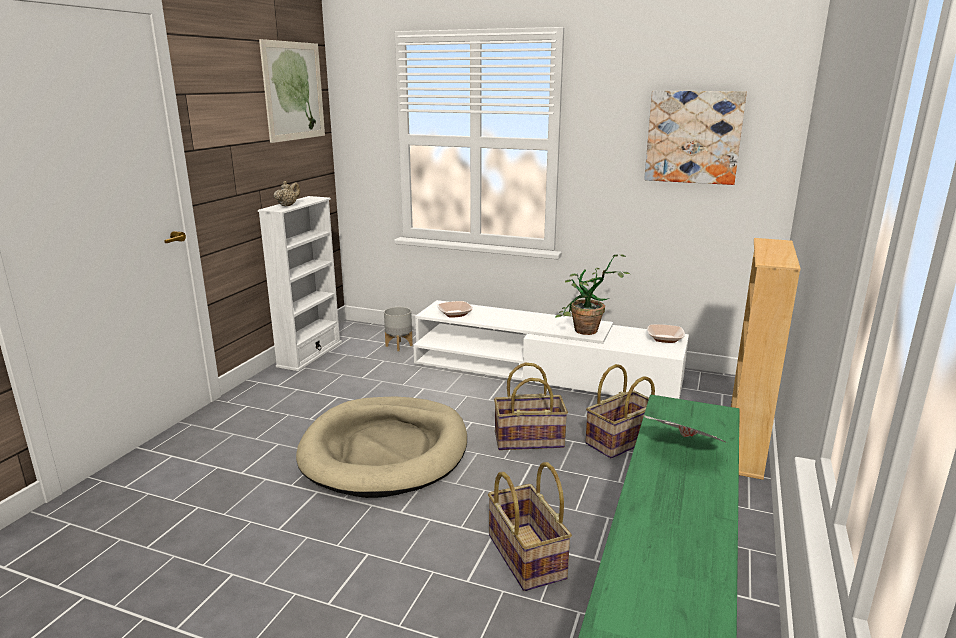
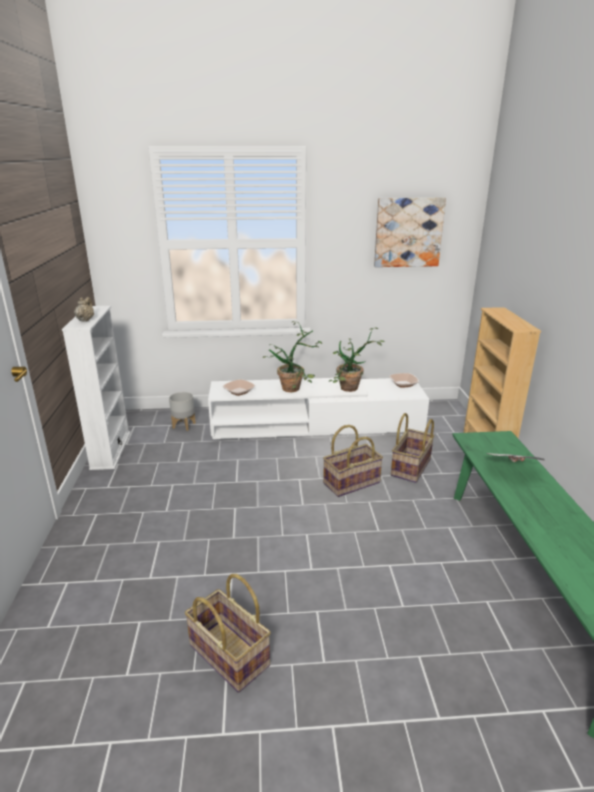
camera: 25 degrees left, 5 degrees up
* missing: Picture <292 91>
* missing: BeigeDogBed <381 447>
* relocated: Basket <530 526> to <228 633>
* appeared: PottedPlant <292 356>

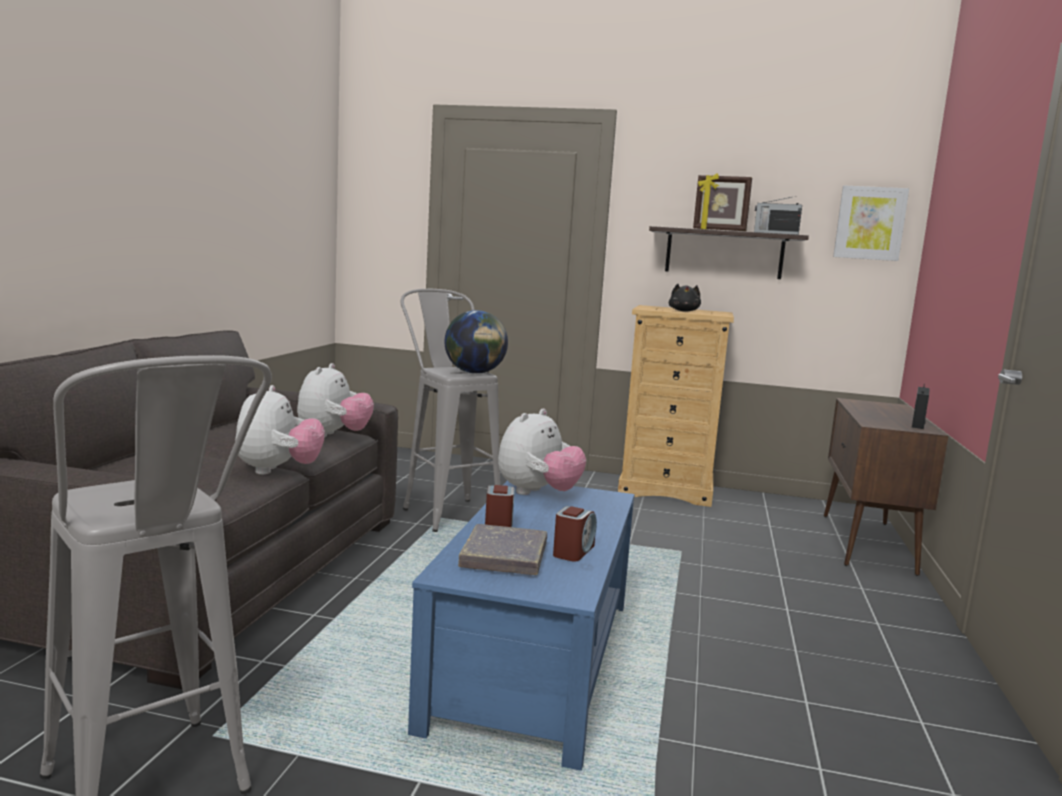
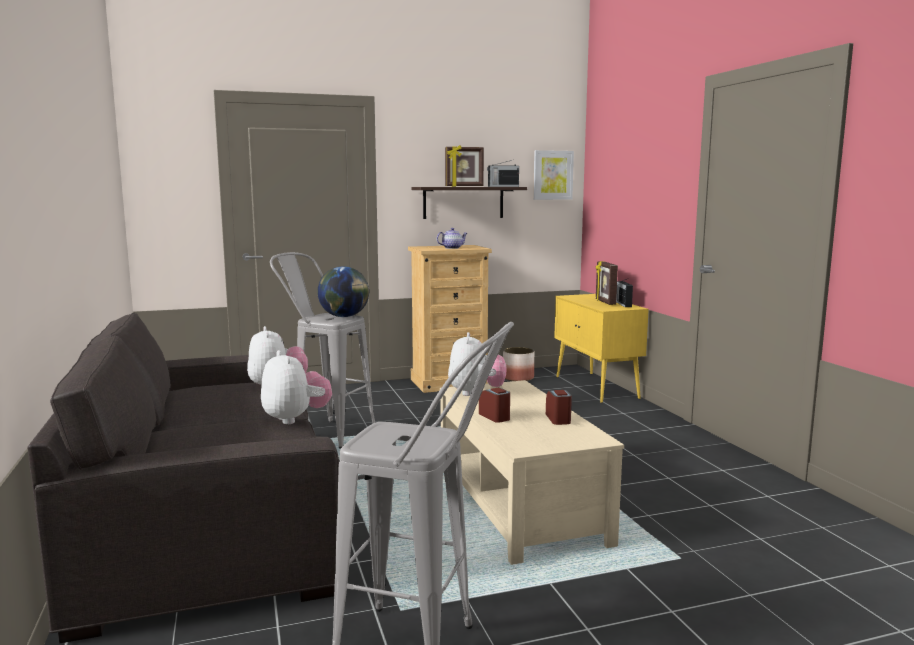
camera: 30 degrees left, 0 degrees up
* colour: BlueCoffeeTable <521 626> to BeigeCoffeeTable <532 472>
* missing: GreyBook <502 549>
* exchanged: BlackPlushToy <685 297> to Teapot <452 238>
* colour: BrownCabinet <886 487> to YellowCabinet <601 348>
* appeared: Planter <518 364>
* appeared: PictureFrame <607 283>

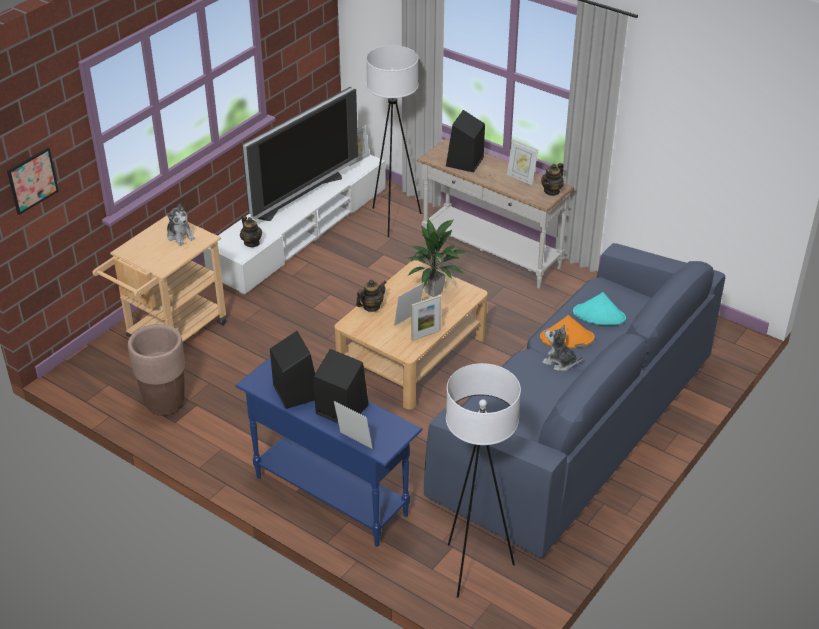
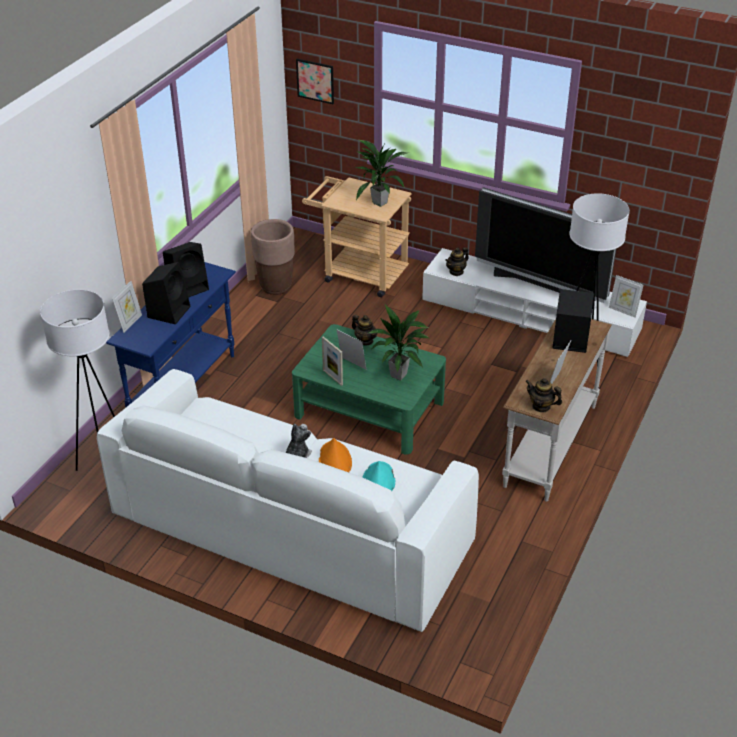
camera: 80 degrees right, 0 degrees up
* exchanged: PlushToy <181 225> to PottedPlant <383 173>
* colour: BeigeCoffeeTable <411 334> to GreenCoffeeTable <369 389>
* colour: BlueSofa <574 400> to WhiteSofa <288 500>

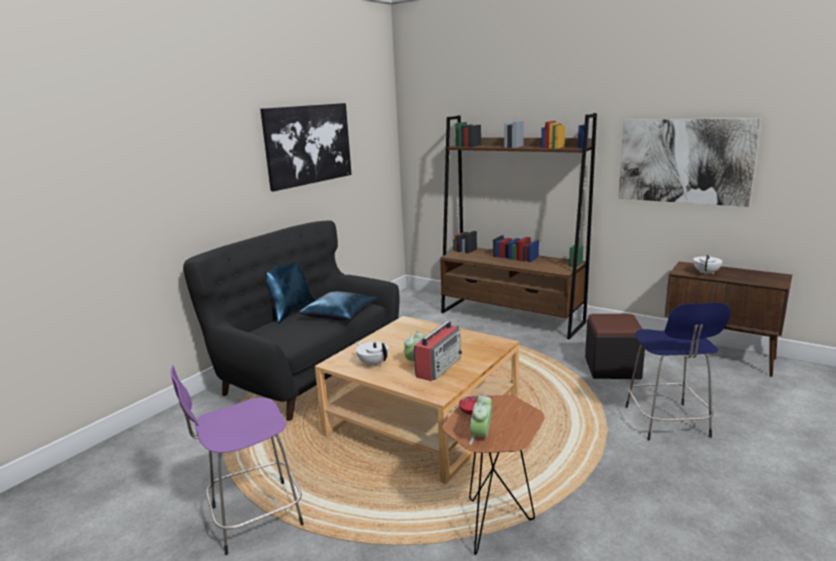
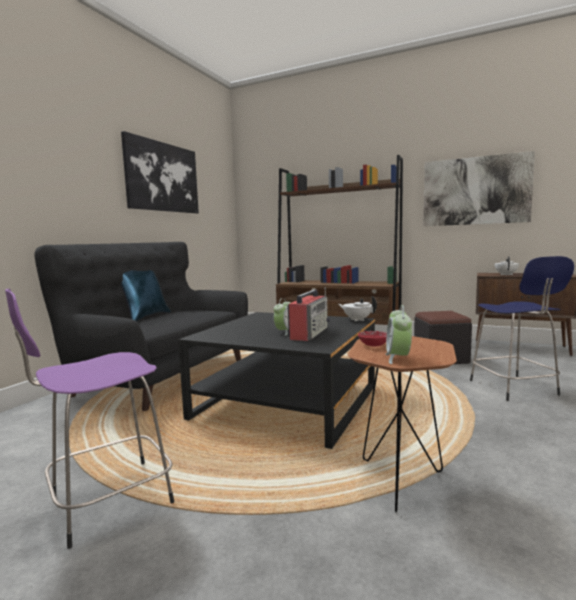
camera: 10 degrees left, 10 degrees down
* missing: BluePillow <338 306>
* colour: BeigeCoffeeTable <417 400> to BlackCoffeeTable <276 380>
* relocated: WhiteTeapot <372 354> to <357 309>

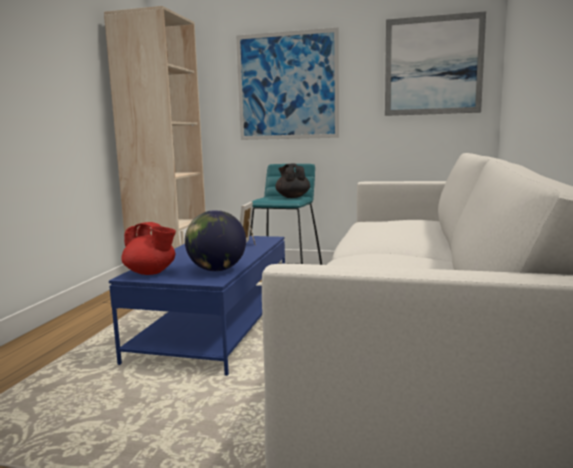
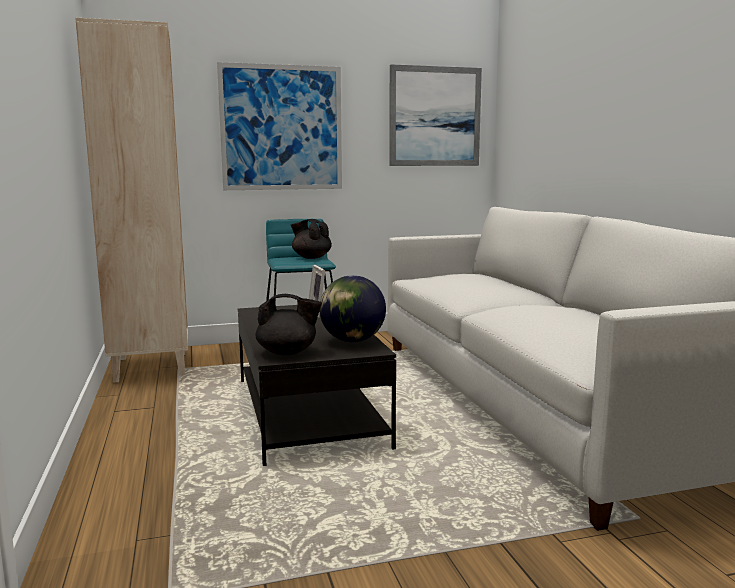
camera: 30 degrees left, 0 degrees up
* colour: BlueCoffeeTable <197 306> to BlackCoffeeTable <317 385>
* colour: RedTeapot <148 248> to BlackTeapot <289 324>

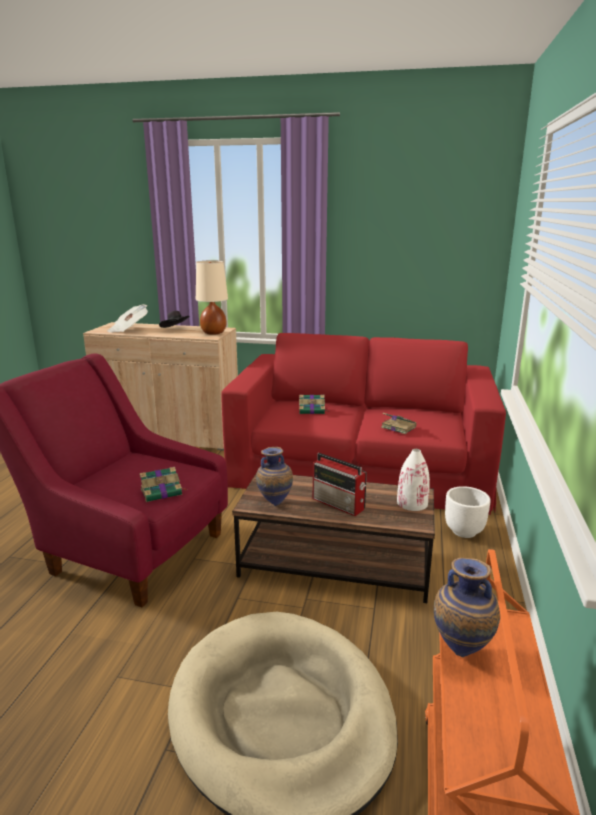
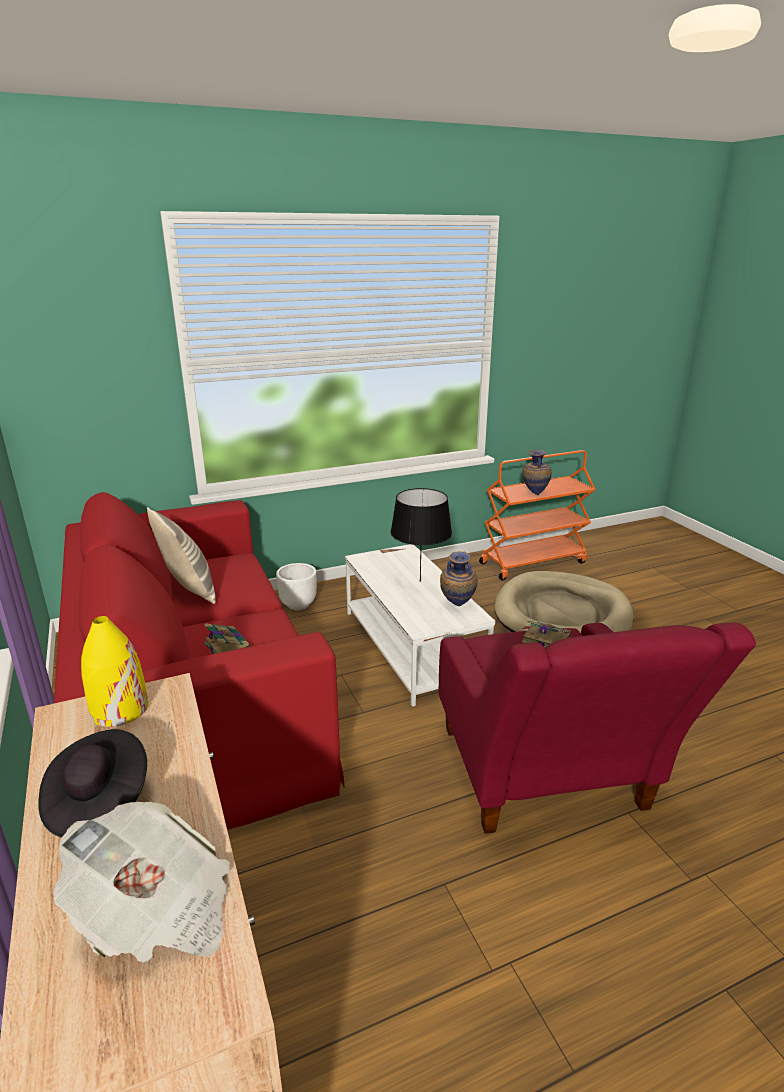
camera: 125 degrees left, 5 degrees up
* exchanged: BeigeTableLamp <212 297> to YellowVase <115 671>
* colour: BrownCoffeeTable <333 538> to WhiteCoffeeTable <419 625>
* exchanged: Radio <340 484> to BlackTableLamp <421 535>
* missing: Book <398 423>
* missing: WhiteVase <413 480>
* appeared: Pillow <181 555>

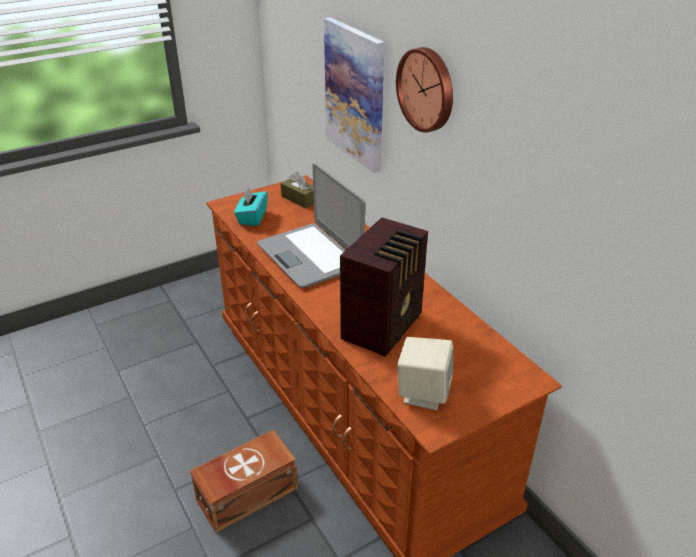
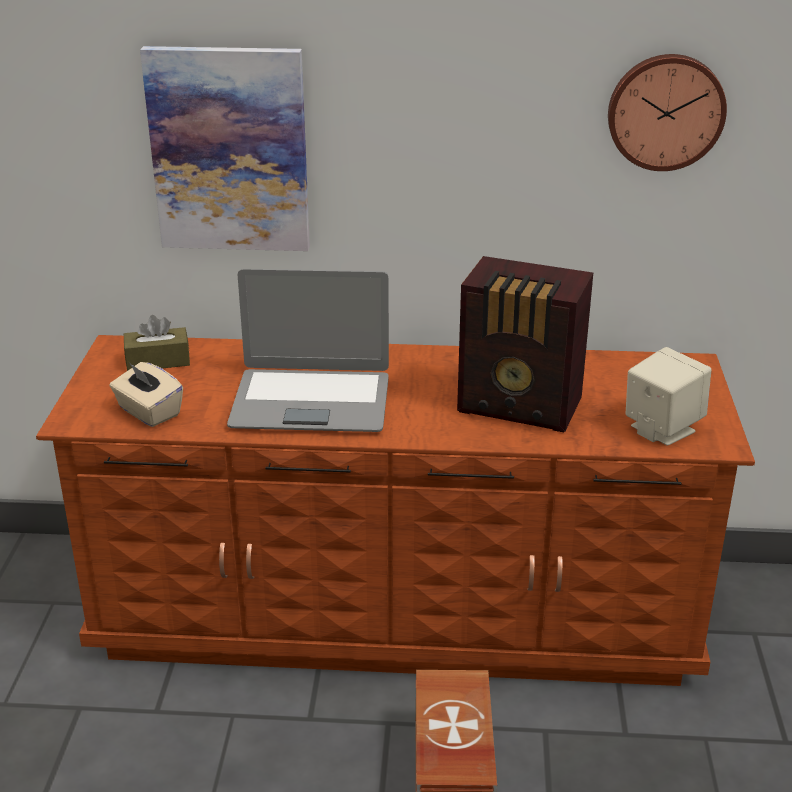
camera: 55 degrees left, 5 degrees down
* colour: TurquoiseTissueBox <251 206> to BeigeTissueBox <146 394>
* spun: Radio <384 287> = <525 344> 135 degrees clockwise
* relocated: WallClock <424 90> to <667 112>

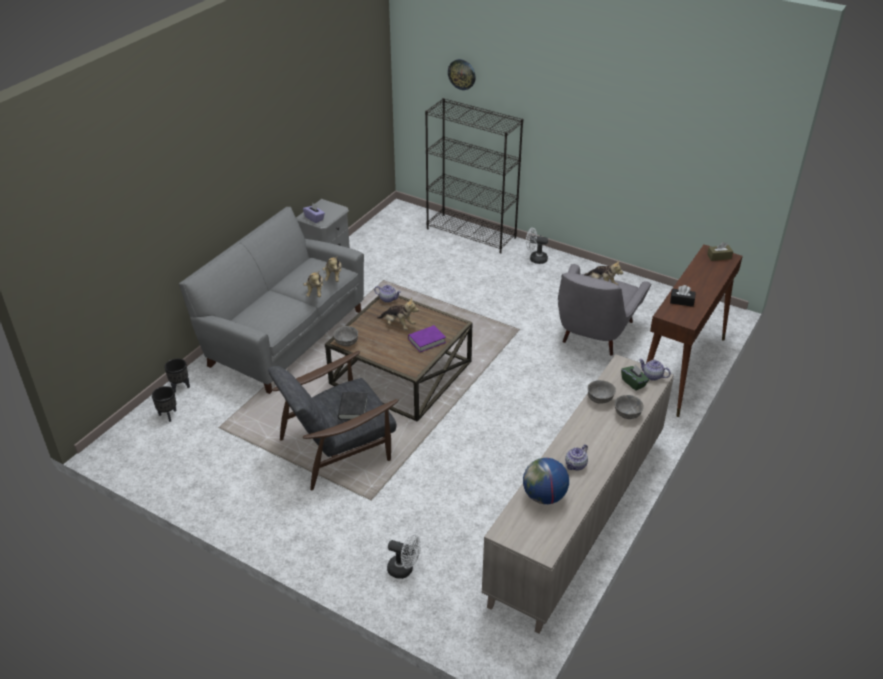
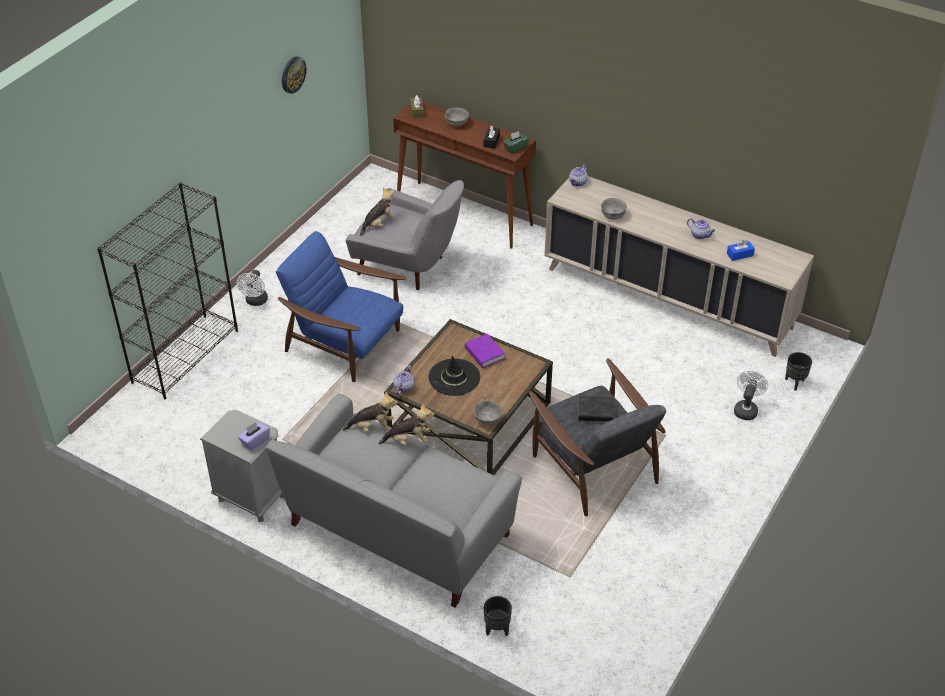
camera: 90 degrees left, 5 degrees up
* relocated: BlackPlanter <164 404> to <798 371>
* exchanged: PlushToy <398 314> to BlackHat <454 376>
* relocated: WallClock <462 74> to <294 75>
* exchanged: Globe <546 481> to BlueTissueBox <741 250>
* relocated: GreyBowl <629 407> to <457 117>
* relocated: GreenTissueBox <635 377> to <516 142>
* appeared: BlueArmchair <341 306>

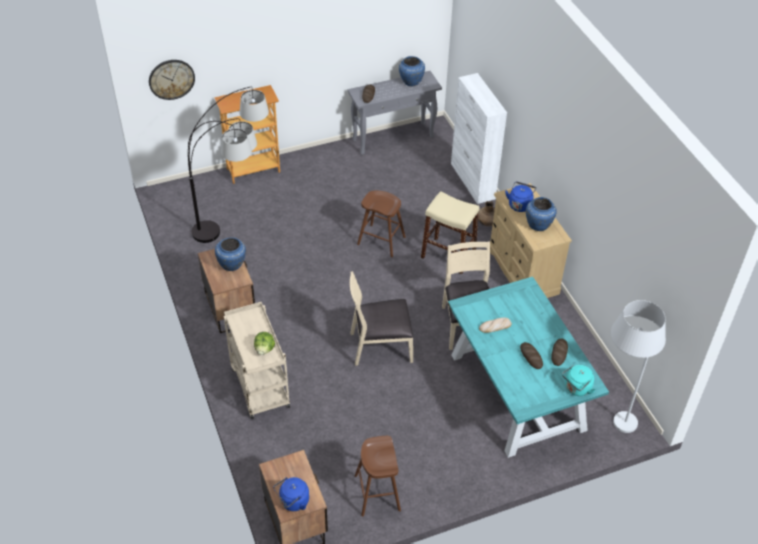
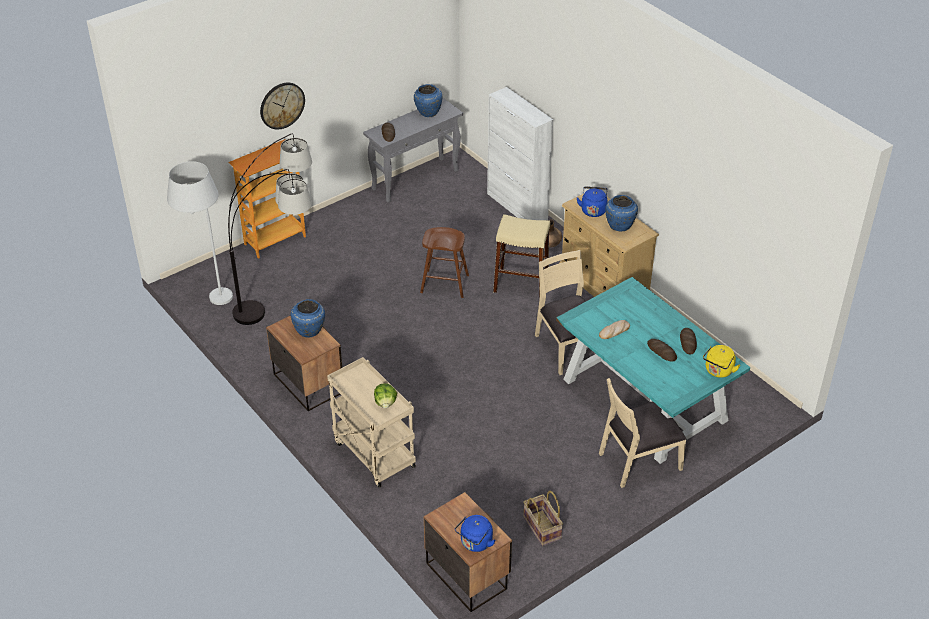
camera: 15 degrees left, 5 degrees down
* relocated: WallClock <172 80> to <282 106>
* relocated: BeigeChair <381 318> to <642 433>
* exchanged: BrownStool <377 476> to Basket <543 518>
* colour: TurquoiseKettle <579 380> to YellowKettle <721 361>
* relocated: WhiteFloorLamp <638 366> to <200 233>

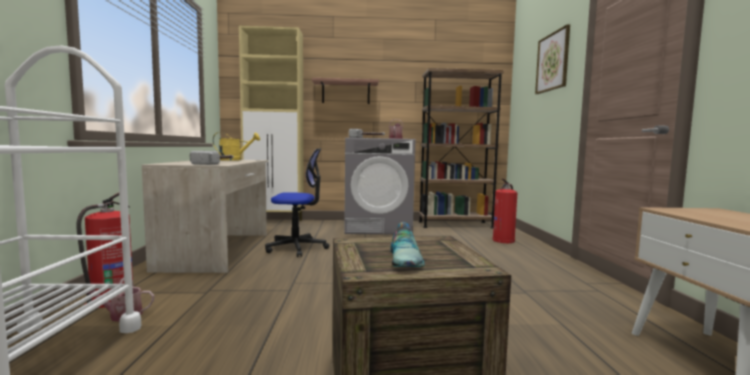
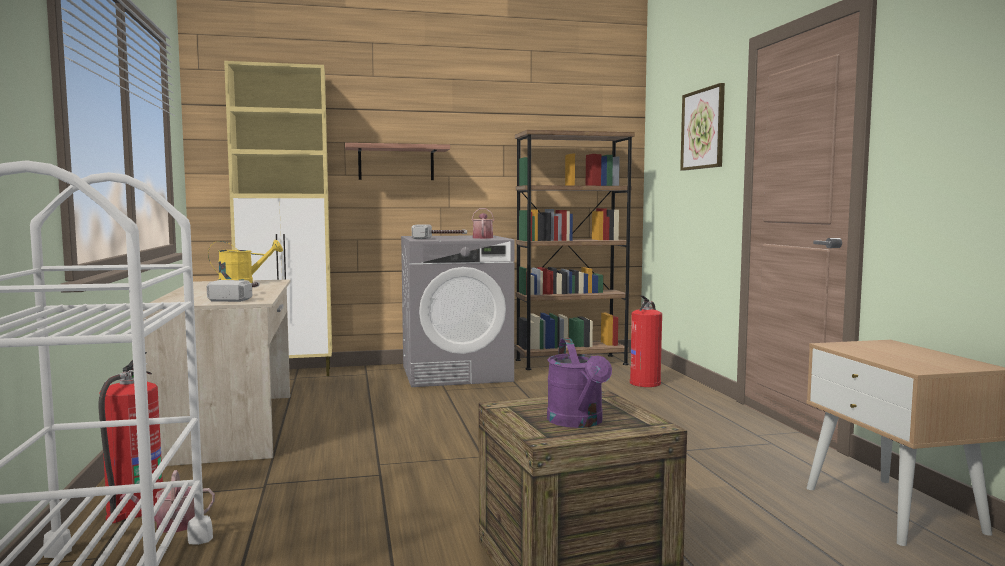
camera: 10 degrees left, 0 degrees up
* missing: OfficeChair <297 203>
* exchanged: Shoe <407 244> to PurpleWateringCan <579 383>

